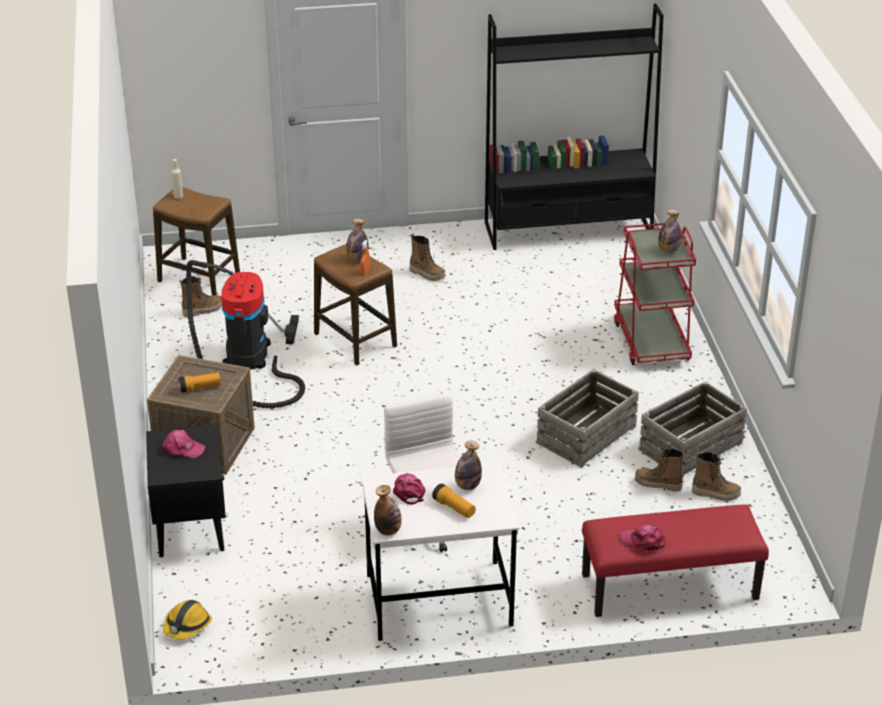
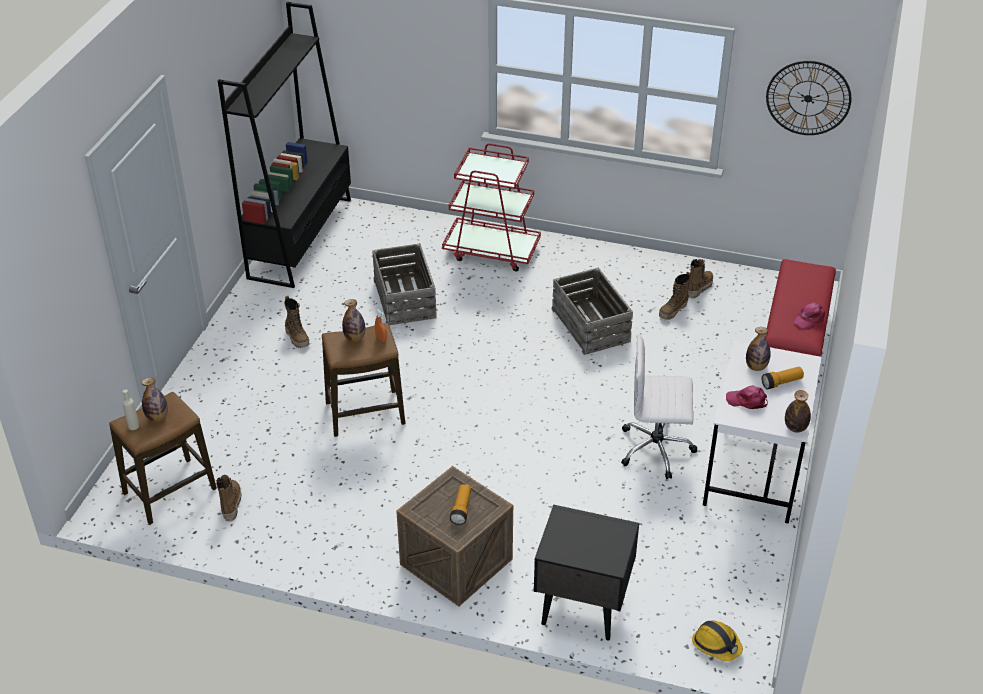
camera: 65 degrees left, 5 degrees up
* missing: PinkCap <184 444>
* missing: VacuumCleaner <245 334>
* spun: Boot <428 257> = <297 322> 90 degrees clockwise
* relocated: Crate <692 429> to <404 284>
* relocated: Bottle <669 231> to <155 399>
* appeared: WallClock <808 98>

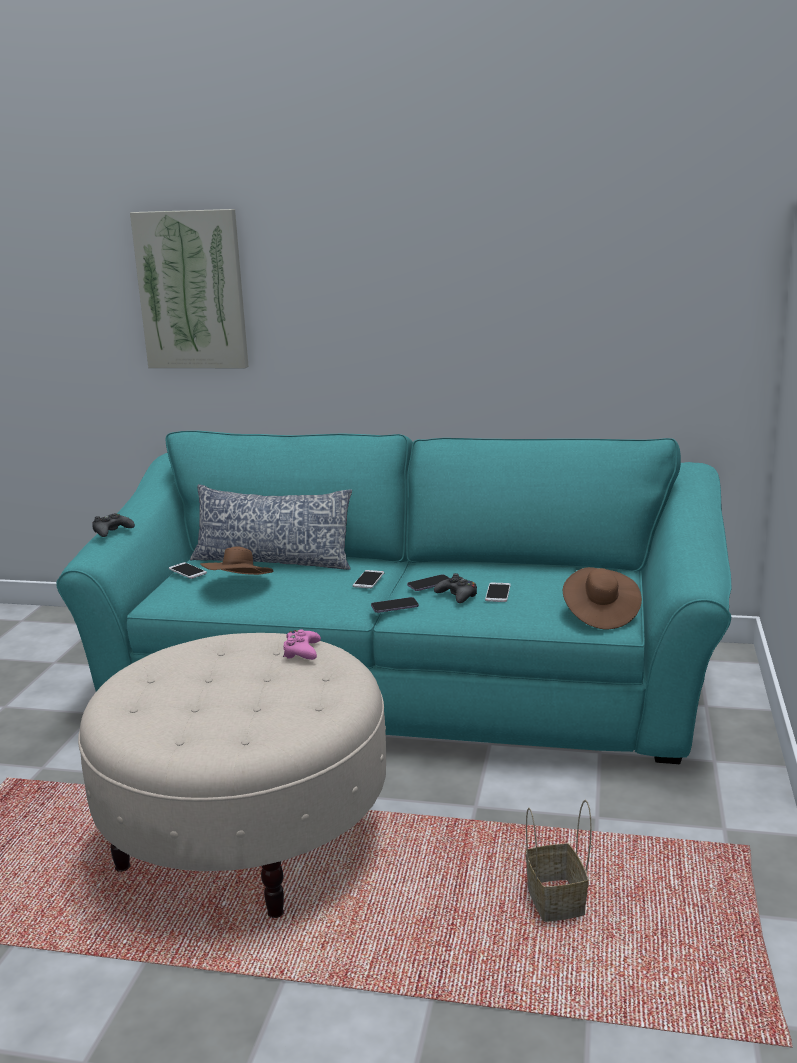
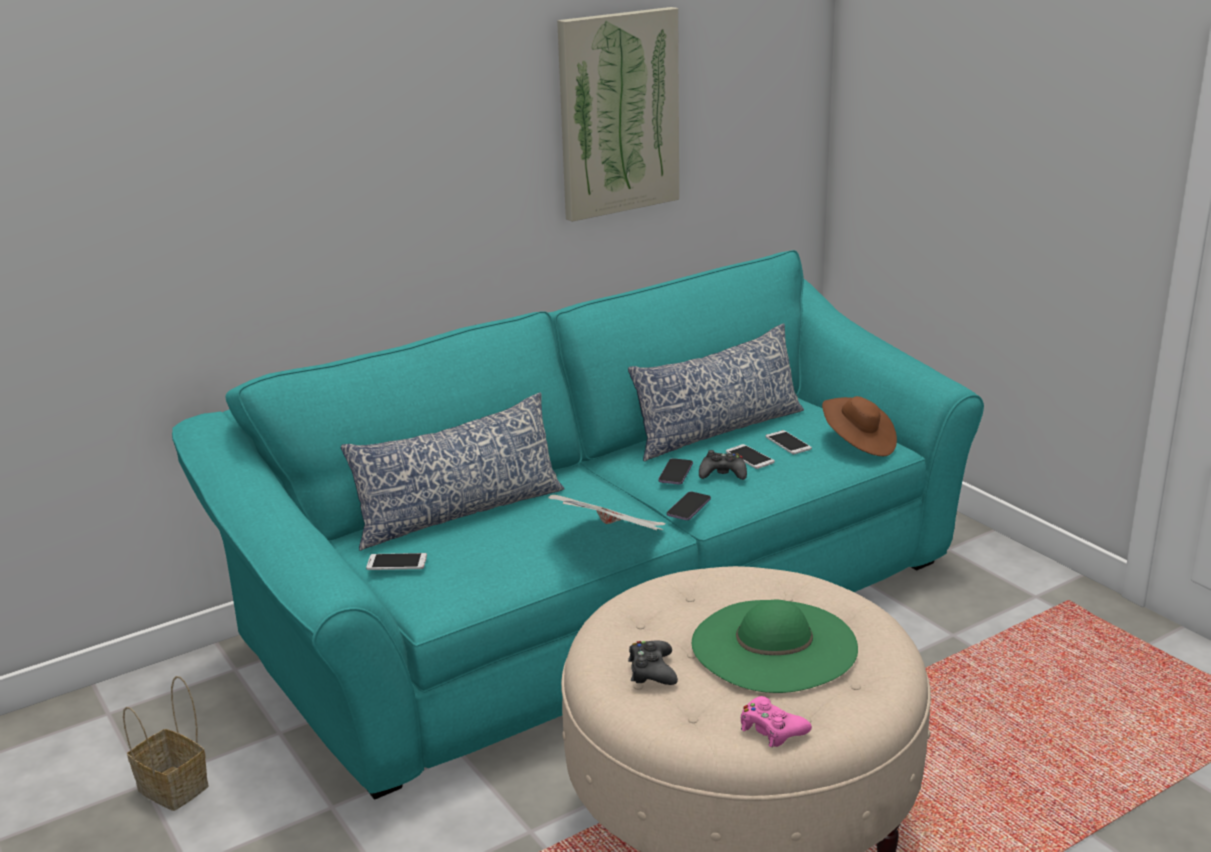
camera: 45 degrees left, 5 degrees up
* relocated: BlackGameController <113 525> to <653 662>
* relocated: Picture <189 288> to <618 114>
* missing: BrownHat <236 560>
* relocated: PinkGameController <302 645> to <776 721>
* relocated: Phone <368 579> to <789 442>
* relocated: Basket <559 861> to <166 743>
* appeared: Newspaper <607 512>
* appeared: Pillow <716 392>
* appeared: GreenHat <775 646>

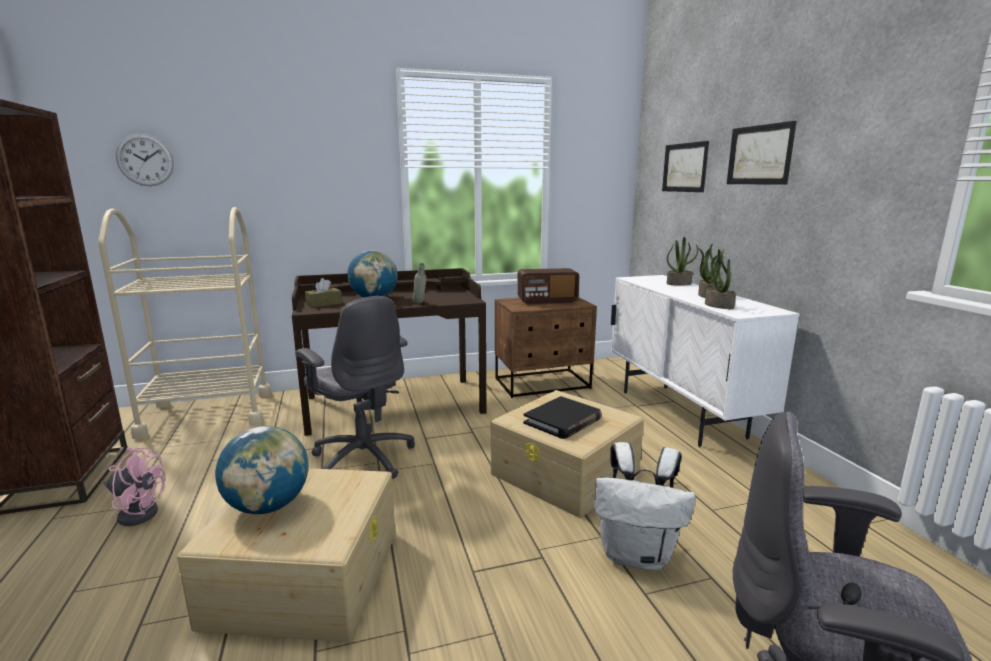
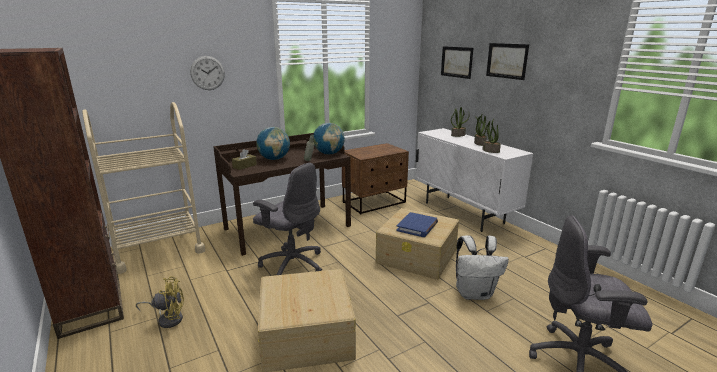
camera: 15 degrees left, 5 degrees up
* colour: PinkFan <134 486> to YellowFan <160 302>
* relocated: WallClock <145 159> to <207 73>
* relocated: Globe <261 470> to <329 138>
* missing: Radio <548 286>
* colour: BlackBook <562 417> to BlueBook <417 224>

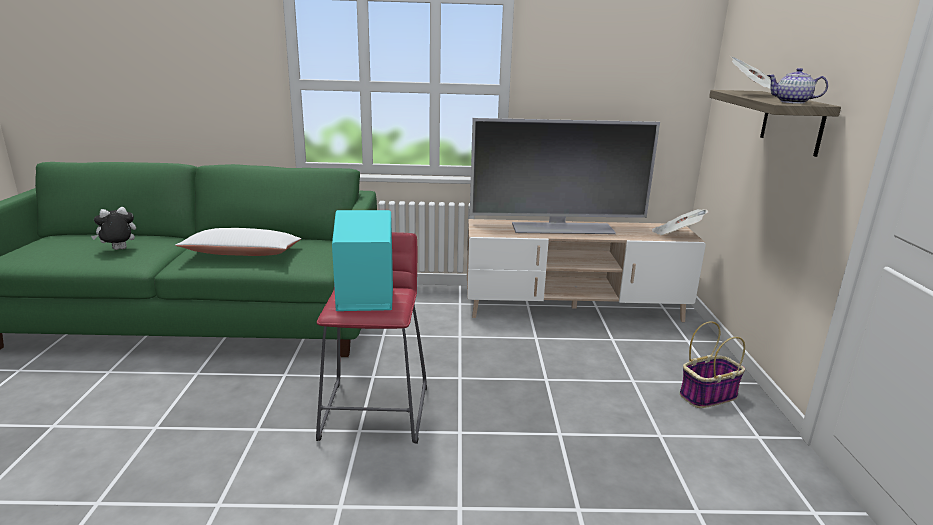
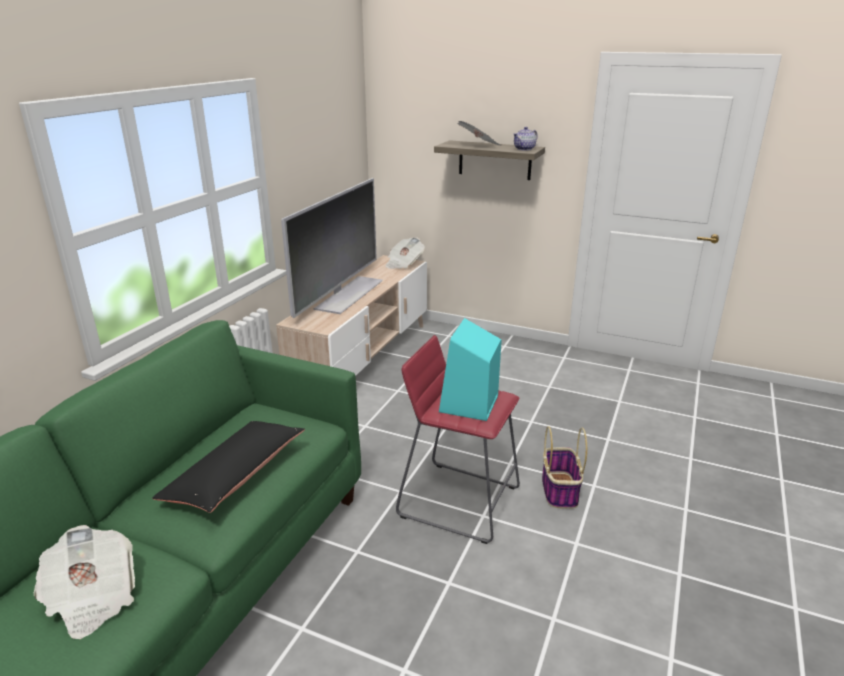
camera: 65 degrees left, 5 degrees up
* exchanged: PlushToy <113 228> to Newspaper <84 582>
* colour: WhitePillow <238 242> to BlackPillow <228 467>
* relocated: Basket <712 364> to <564 467>

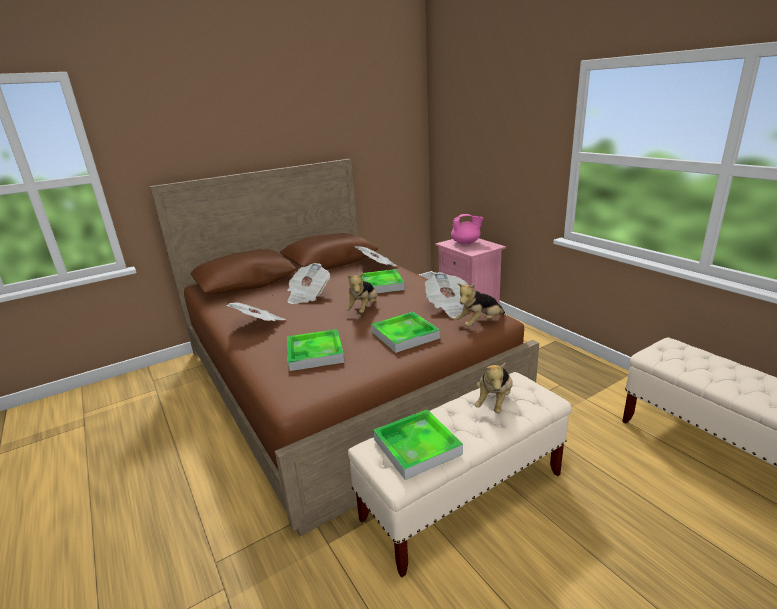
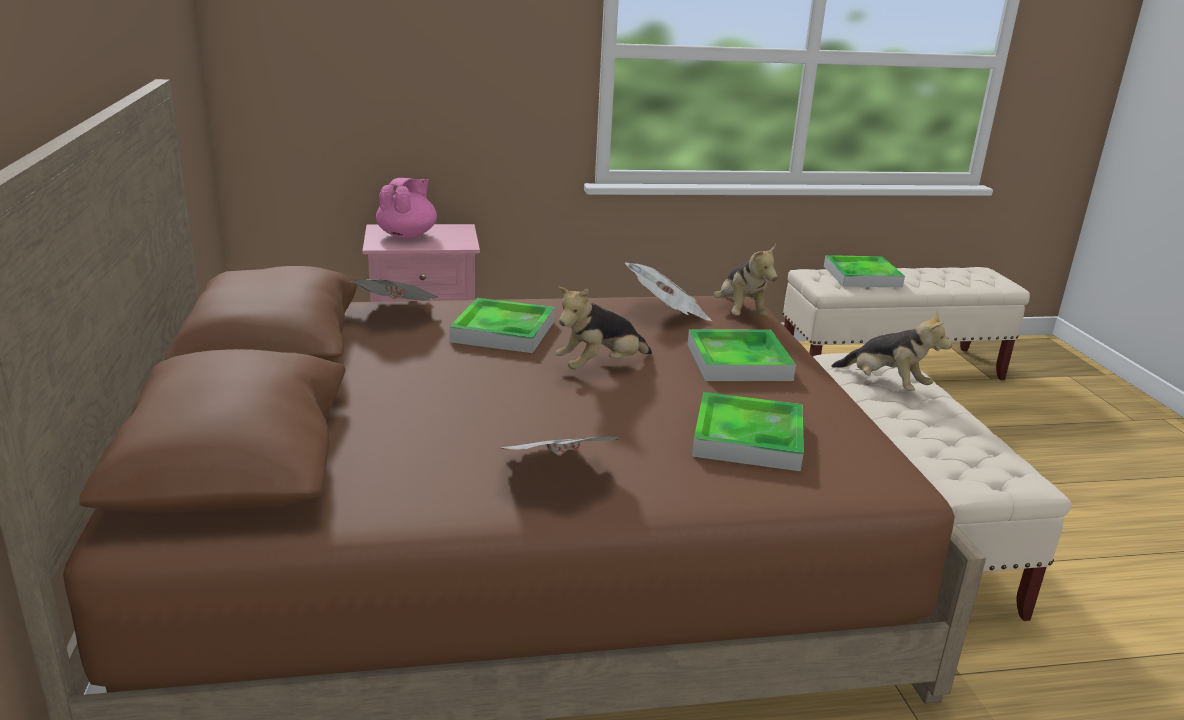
camera: 70 degrees left, 0 degrees up
* missing: Newspaper <308 283>
* spun: PlushToy <361 292> = <603 328> 105 degrees clockwise
* relocated: Tray <418 444> to <864 271>

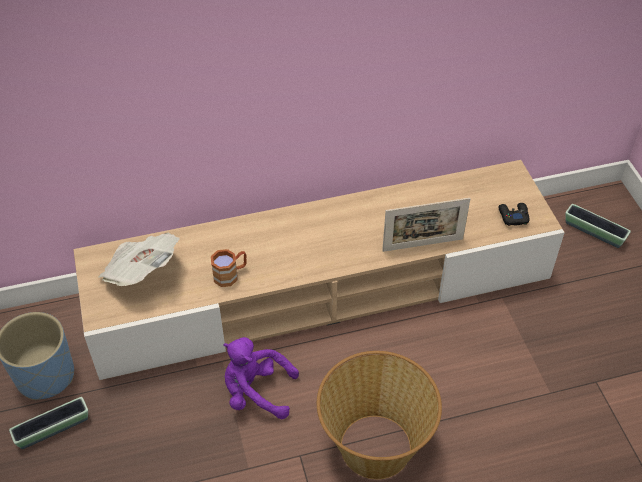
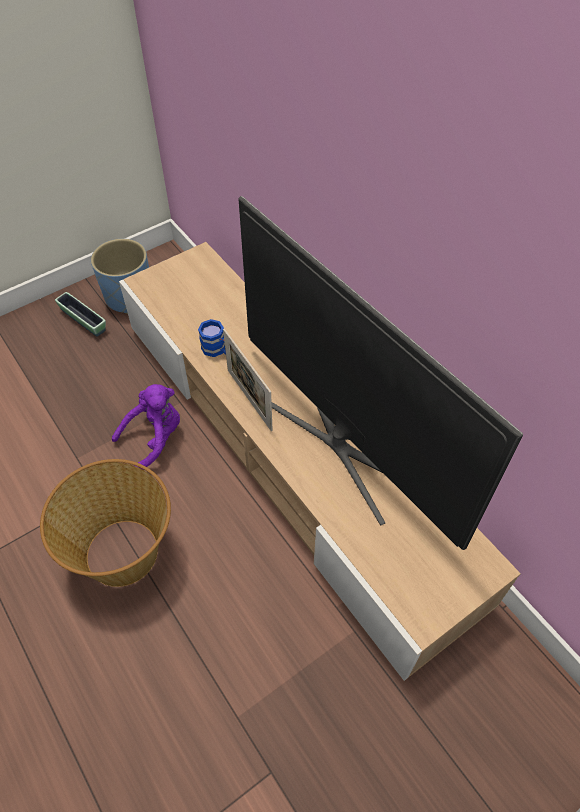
camera: 70 degrees right, 5 degrees up
* missing: Newspaper <139 259>
* colour: BrownMug <229 268> to BlueMug <212 338>
* spun: PurplePlushToy <261 378> = <146 427> 60 degrees clockwise
* relocated: PictureFrame <426 225> to <248 380>
* missing: BlackGameController <514 214>
* missing: Planter <598 226>
* appeared: Television <381 373>

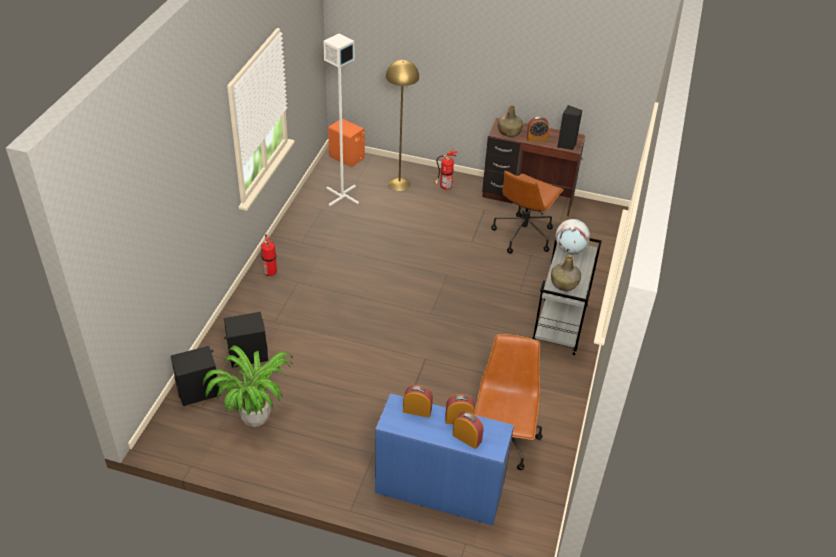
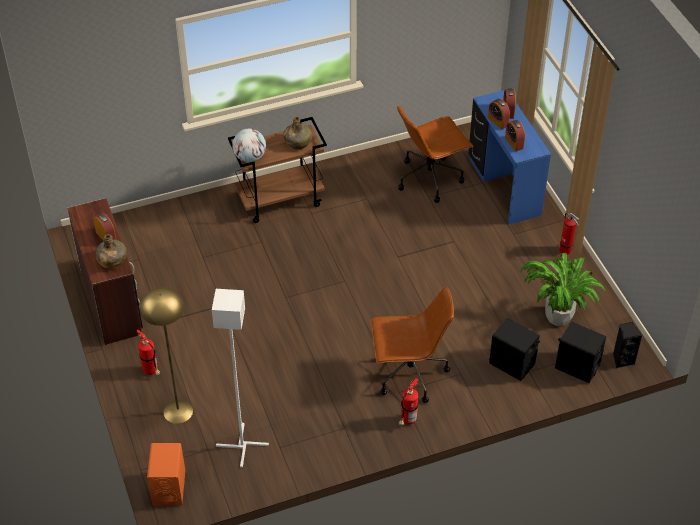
camera: 125 degrees left, 5 degrees up
* relocated: BrownOfficeChair <527 212> to <412 344>
* colour: GreyCart <567 296> to BrownCart <277 170>
* relocated: BlackSpeaker <570 127> to <627 345>
* appeared: FireExtinguisher <569 234>

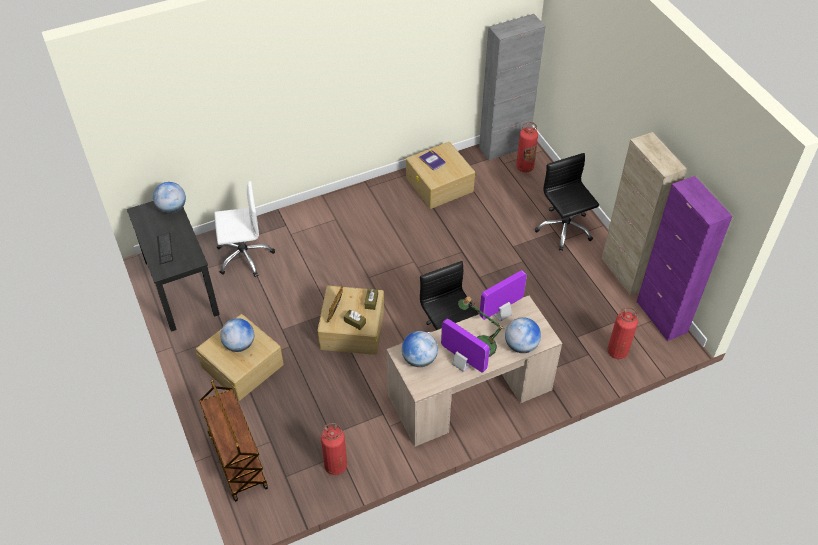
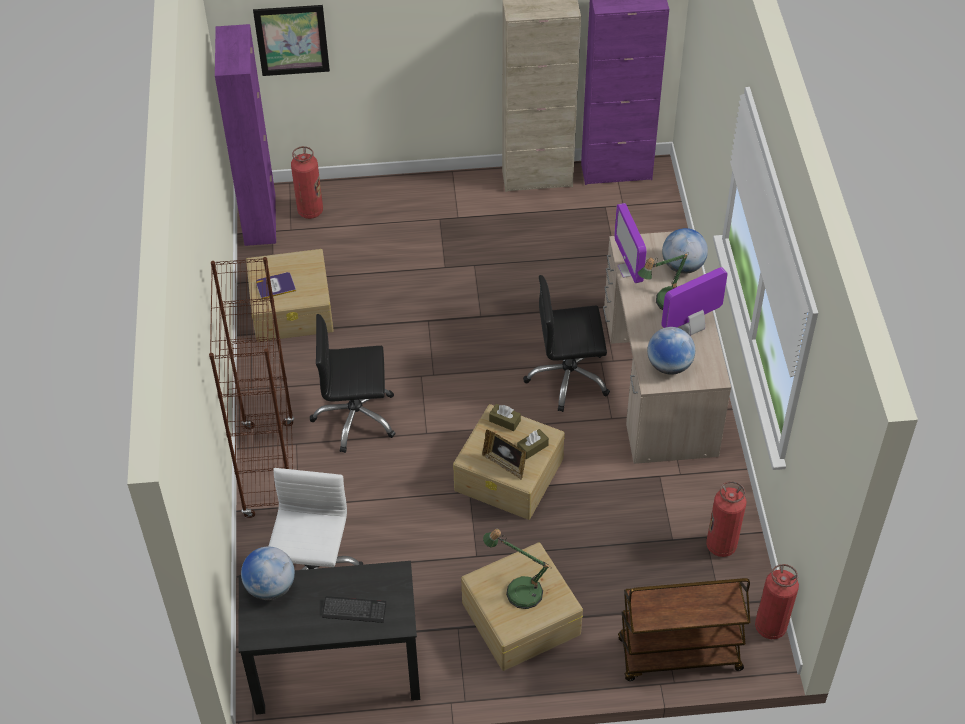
camera: 70 degrees left, 0 degrees up
* exchanged: Globe <237 335> to TableLamp <517 569>
* colour: GreyCabinet <512 87> to PurpleCabinet <245 135>
* relocated: BlackOfficeChair <567 202> to <353 383>
* relocated: FireExtinguisher <623 333> to <777 601>
* appeared: BrownBookcase <252 387>
* appeared: Picture <291 40>

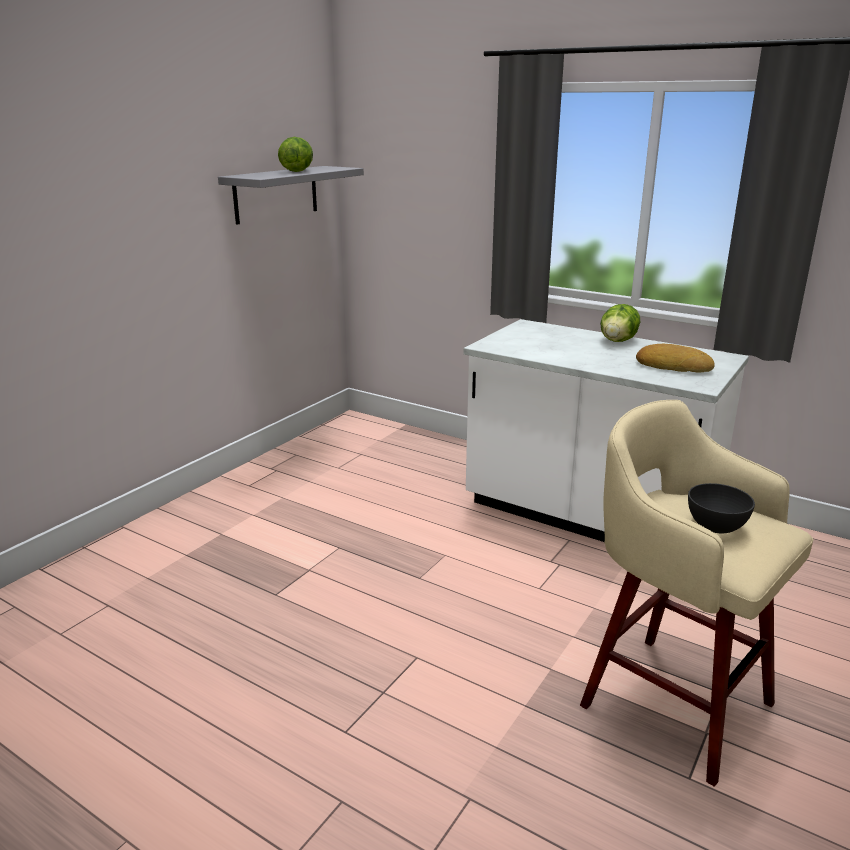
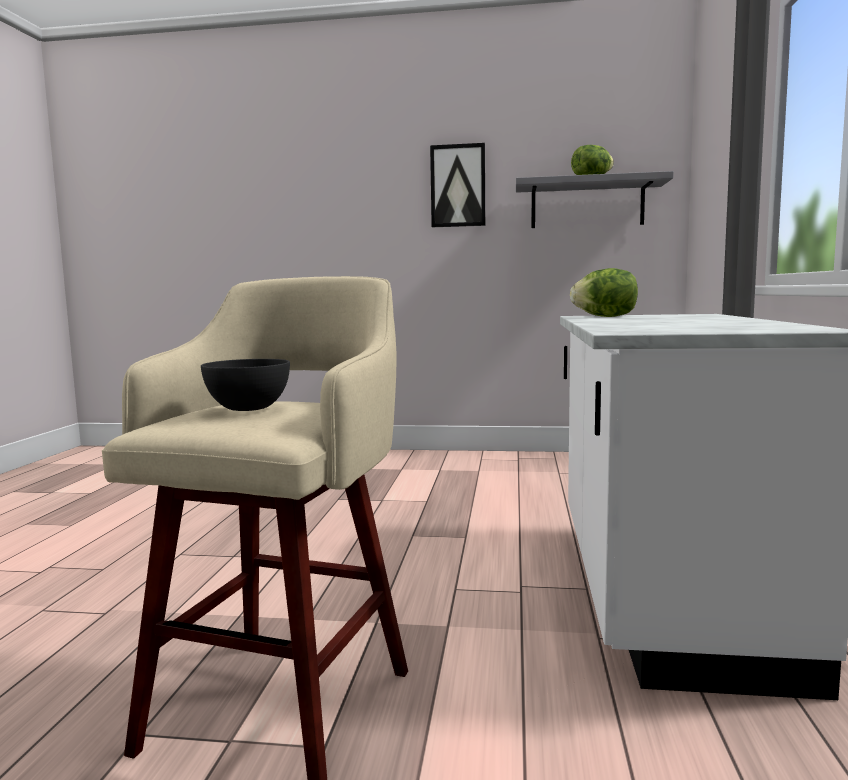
camera: 65 degrees right, 15 degrees down
* relocated: Lettuce <620 323> to <604 292>
* missing: Bread <675 358>
* appeared: Picture <457 185>

